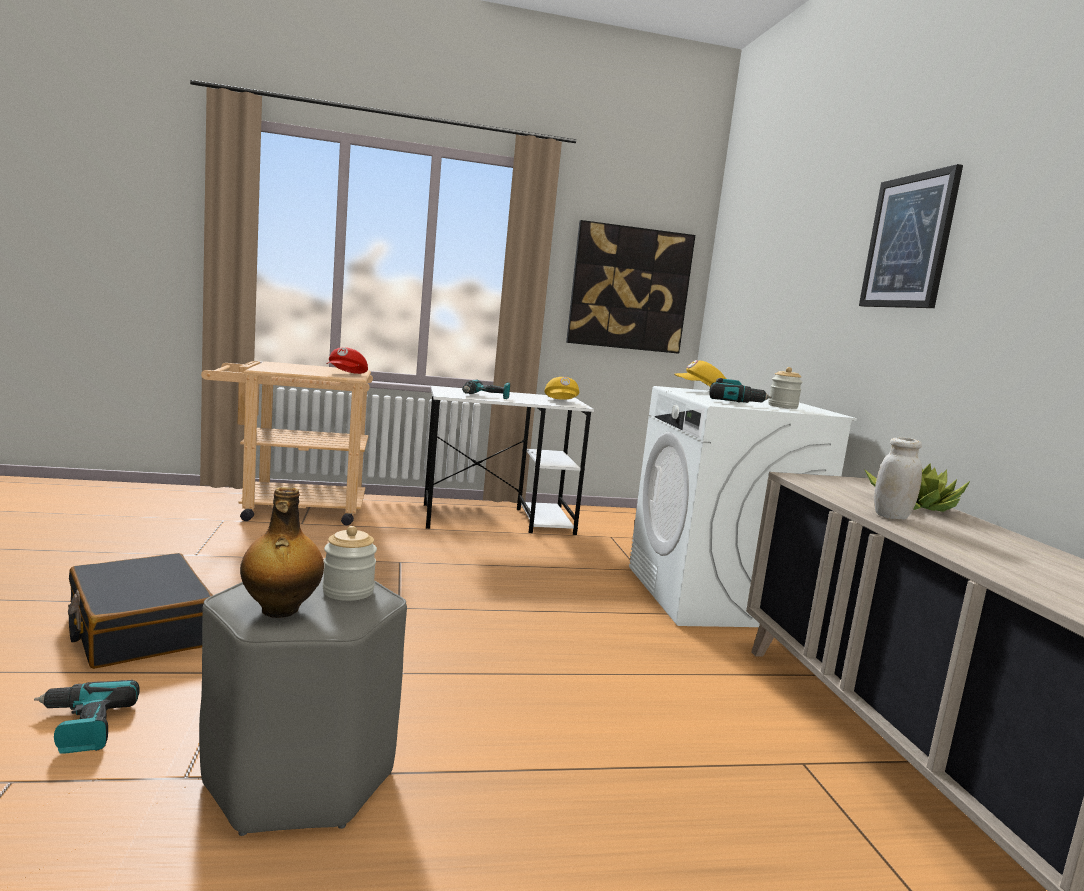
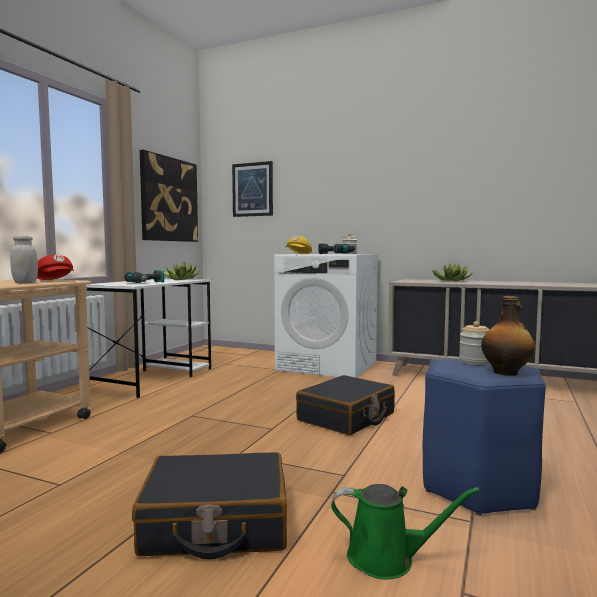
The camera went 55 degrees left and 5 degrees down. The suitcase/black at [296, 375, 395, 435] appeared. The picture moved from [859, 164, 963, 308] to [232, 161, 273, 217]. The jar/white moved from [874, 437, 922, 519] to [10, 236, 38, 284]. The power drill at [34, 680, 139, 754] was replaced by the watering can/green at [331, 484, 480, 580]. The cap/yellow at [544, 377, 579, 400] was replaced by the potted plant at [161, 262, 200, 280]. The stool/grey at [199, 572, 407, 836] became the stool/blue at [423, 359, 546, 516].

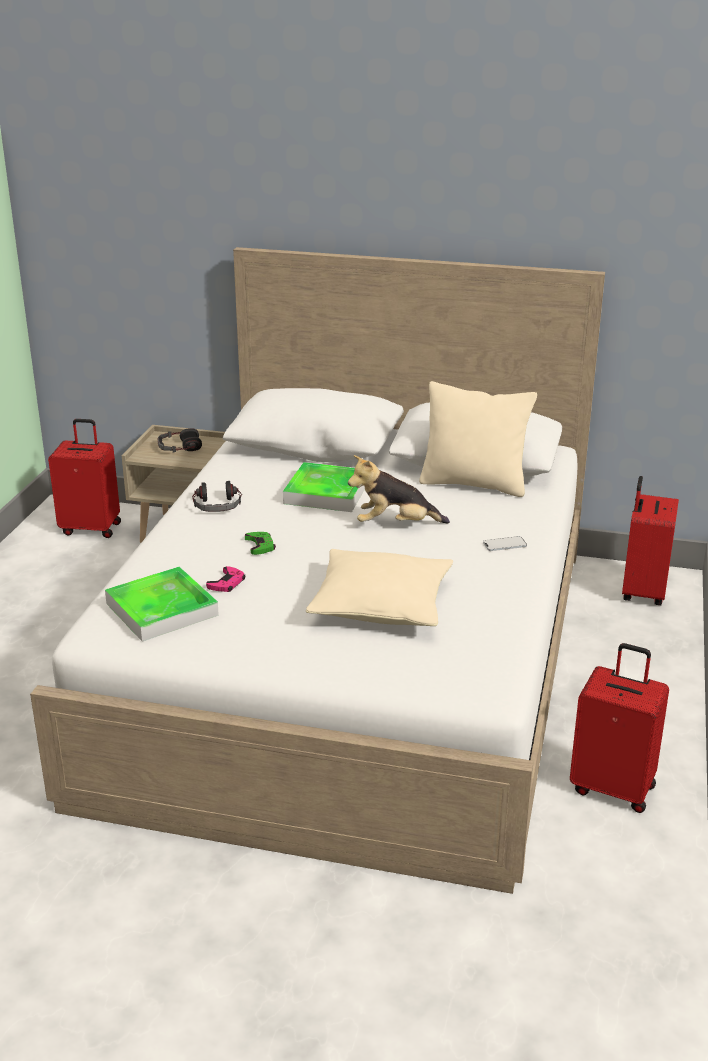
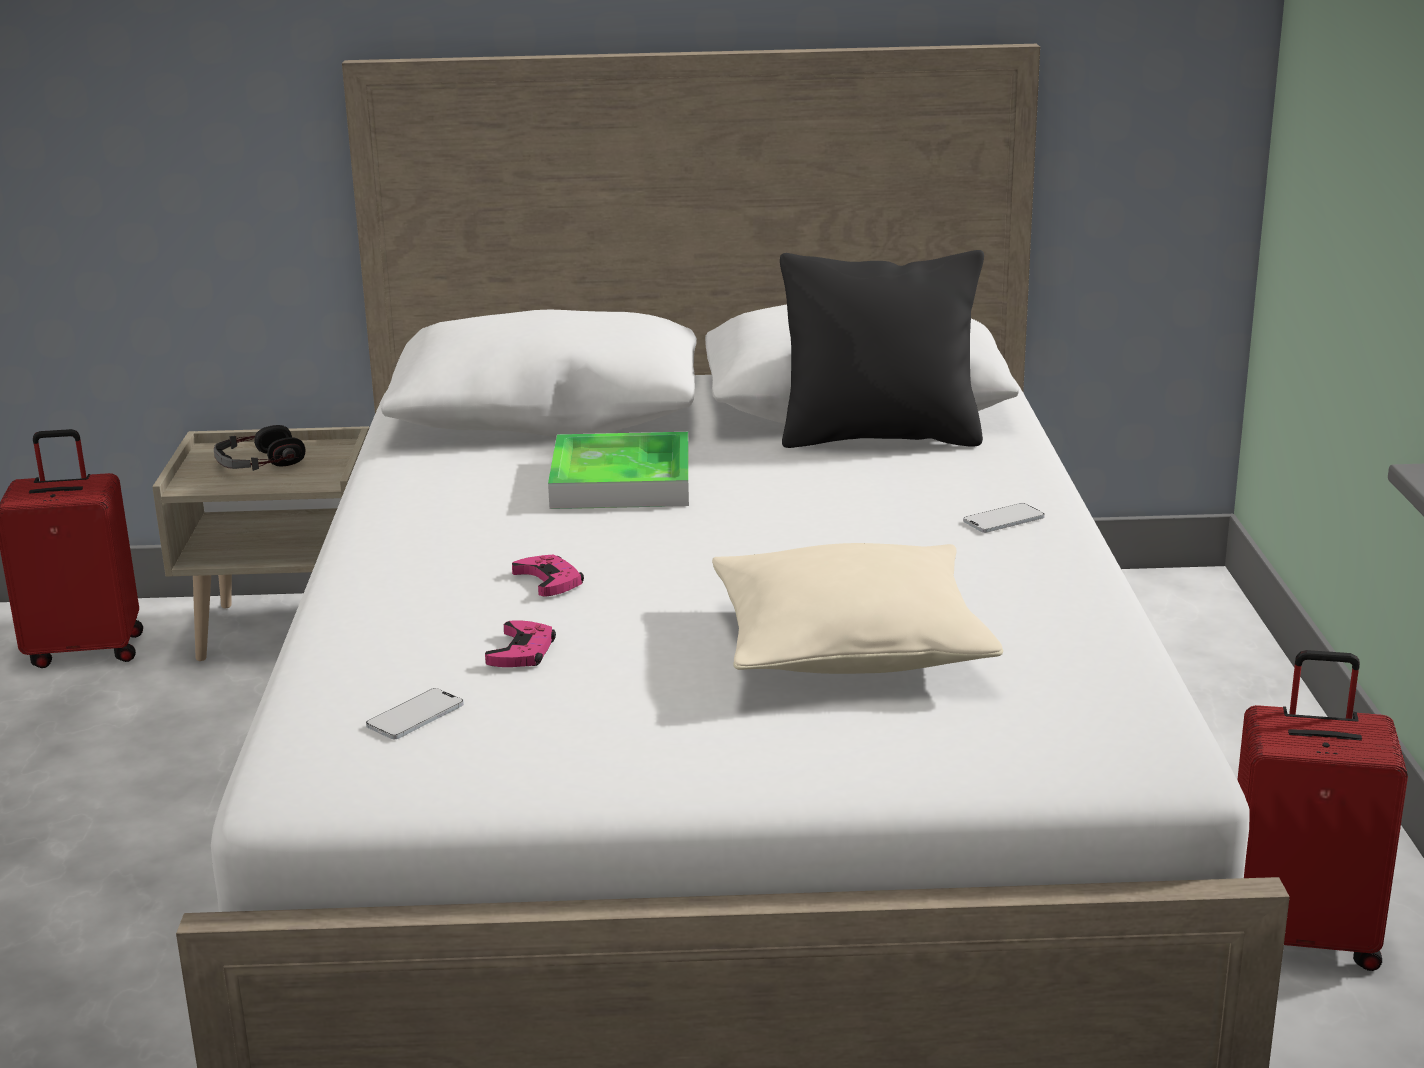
The camera went 15 degrees left and 5 degrees down. The headphones at [192, 481, 242, 512] disappeared. The plush toy at [348, 455, 450, 524] disappeared. The suitcase/red at [622, 476, 679, 605] disappeared. The tray at [105, 567, 219, 642] was replaced by the phone at [366, 688, 464, 739]. The game controller/green at [245, 532, 276, 555] became the game controller/pink at [512, 555, 584, 597]. The pillow/beige at [419, 381, 537, 497] became the pillow/black at [780, 250, 984, 448].

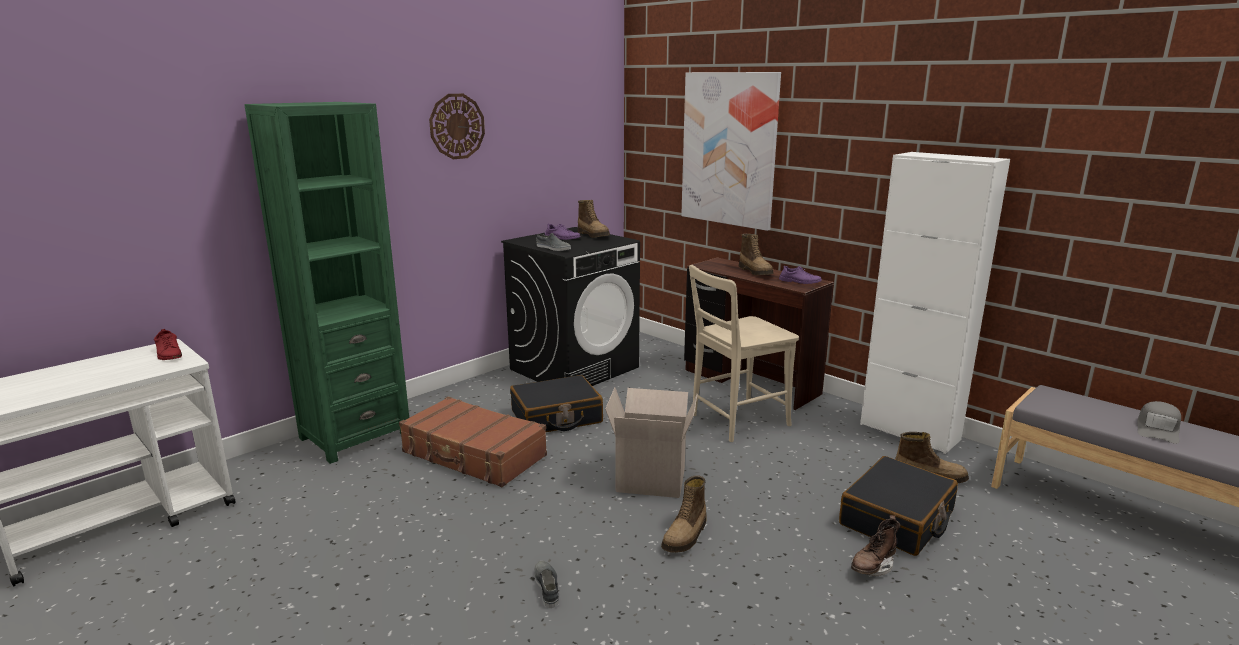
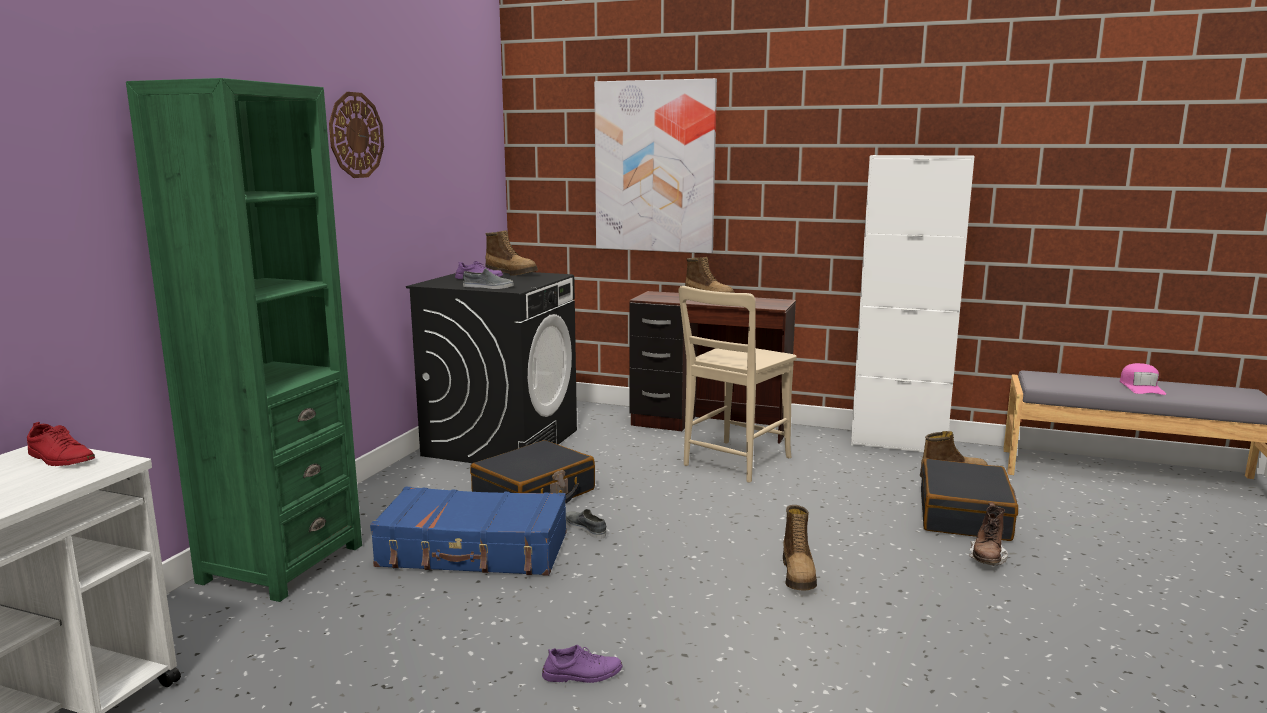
The camera went 25 degrees left and 5 degrees down. The cardboard box at [605, 388, 698, 498] disappeared. The shoe/grey moved from [534, 561, 559, 608] to [566, 509, 606, 539]. The shoe/purple moved from [779, 266, 822, 284] to [542, 645, 622, 683]. The suitcase/brown at [399, 397, 547, 487] became the suitcase/blue at [370, 487, 567, 576]. The cap/grey at [1137, 401, 1181, 444] became the cap/pink at [1120, 363, 1166, 395].

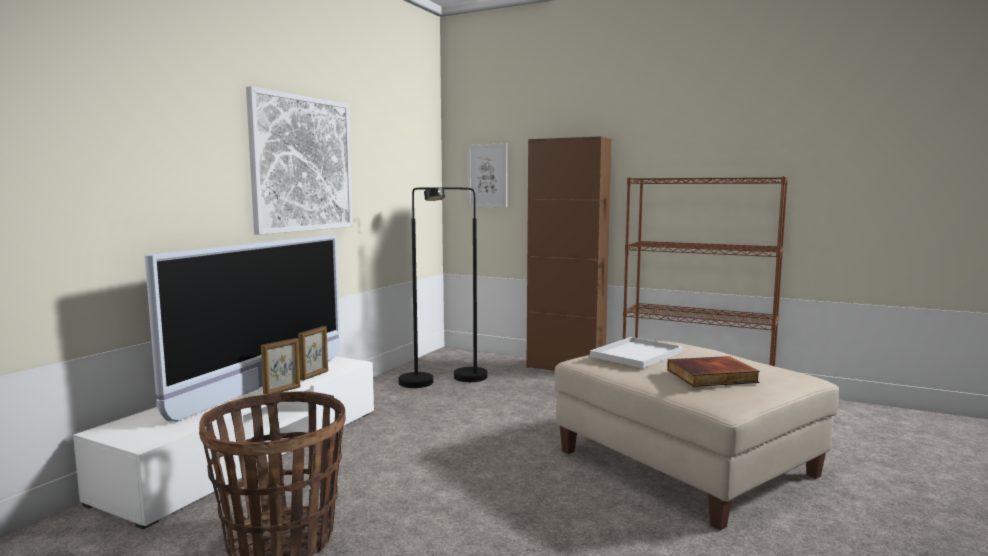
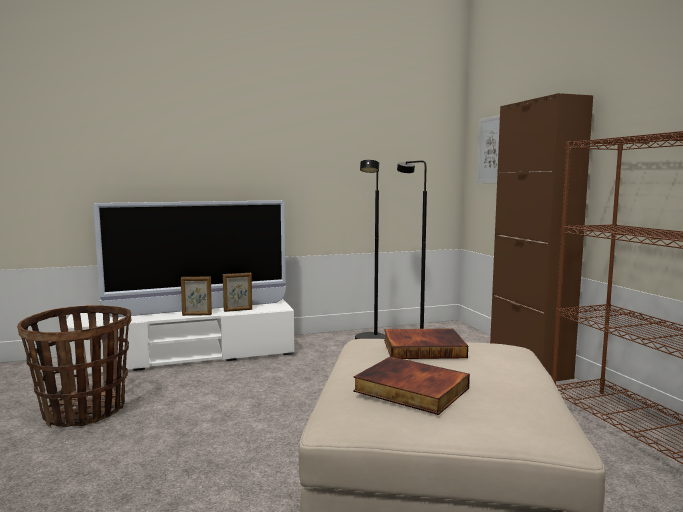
The camera went 45 degrees right and 0 degrees up. The picture at [246, 86, 353, 235] disappeared. The tray/white at [590, 337, 683, 368] was replaced by the book at [384, 328, 468, 359].

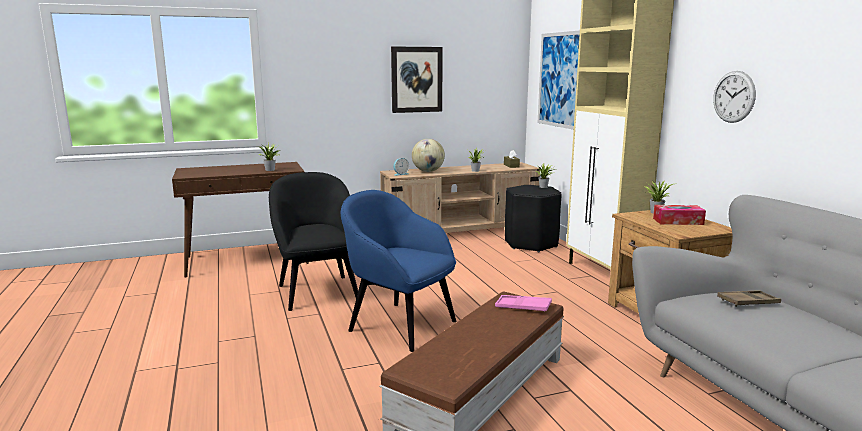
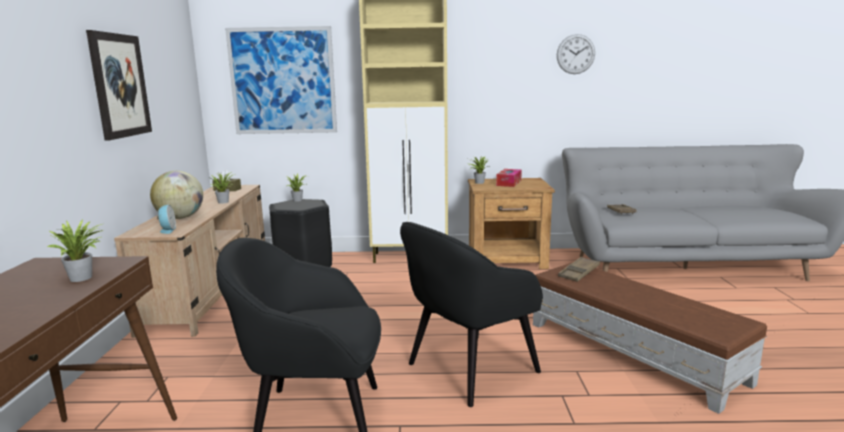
The camera went 70 degrees left and 0 degrees up. The wall clock moved from [713, 71, 756, 123] to [557, 34, 595, 74]. The armchair/blue at [341, 190, 456, 352] became the armchair/black at [400, 222, 543, 407]. The tray/pink at [495, 295, 552, 312] became the tray/brown at [558, 257, 600, 282].

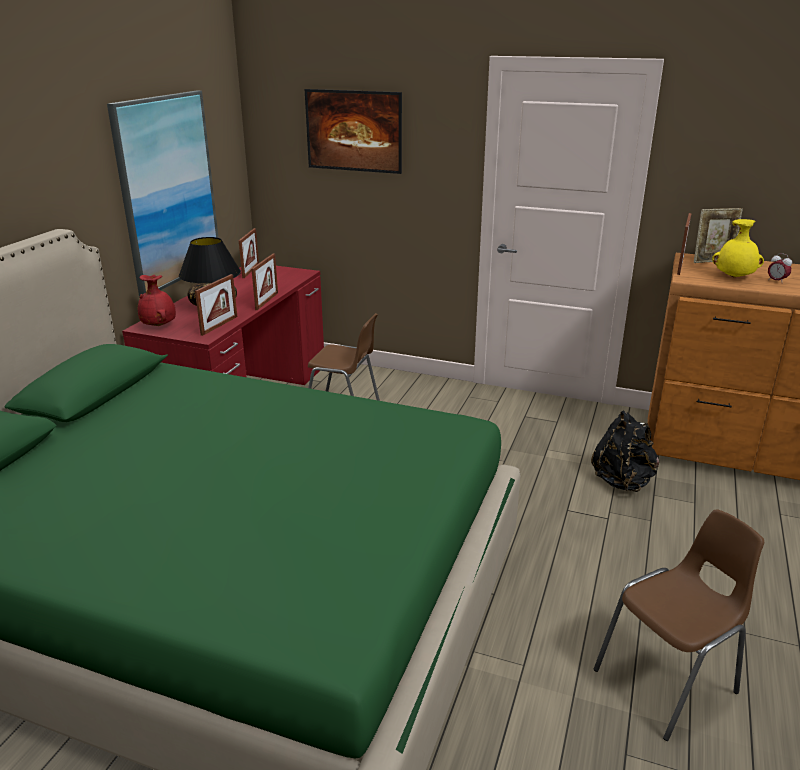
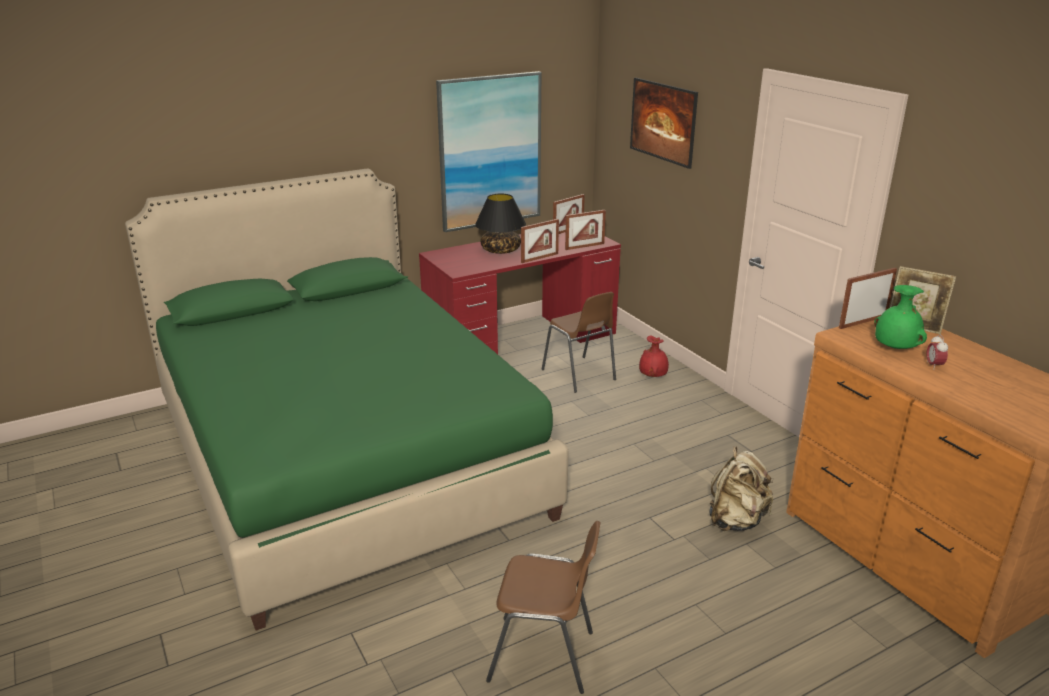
The camera went 40 degrees right and 0 degrees up. The vase/red moved from [138, 275, 176, 326] to [639, 335, 669, 377]. The picture frame moved from [195, 274, 237, 336] to [565, 210, 606, 250]. The backpack/black at [591, 410, 660, 492] became the backpack/beige at [709, 447, 773, 531]. The vase/yellow at [712, 219, 764, 277] became the vase/green at [874, 285, 927, 349].

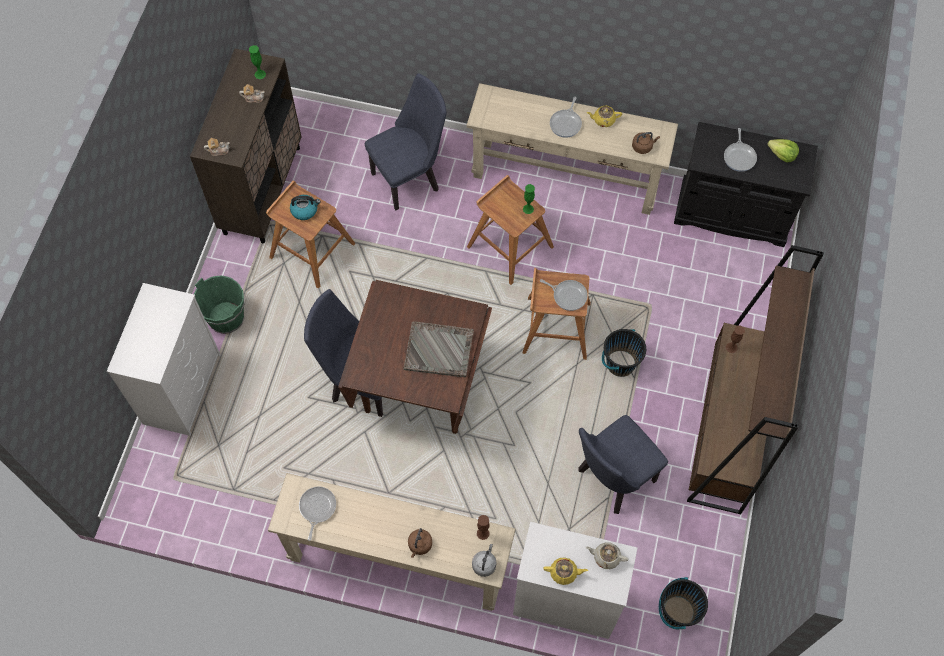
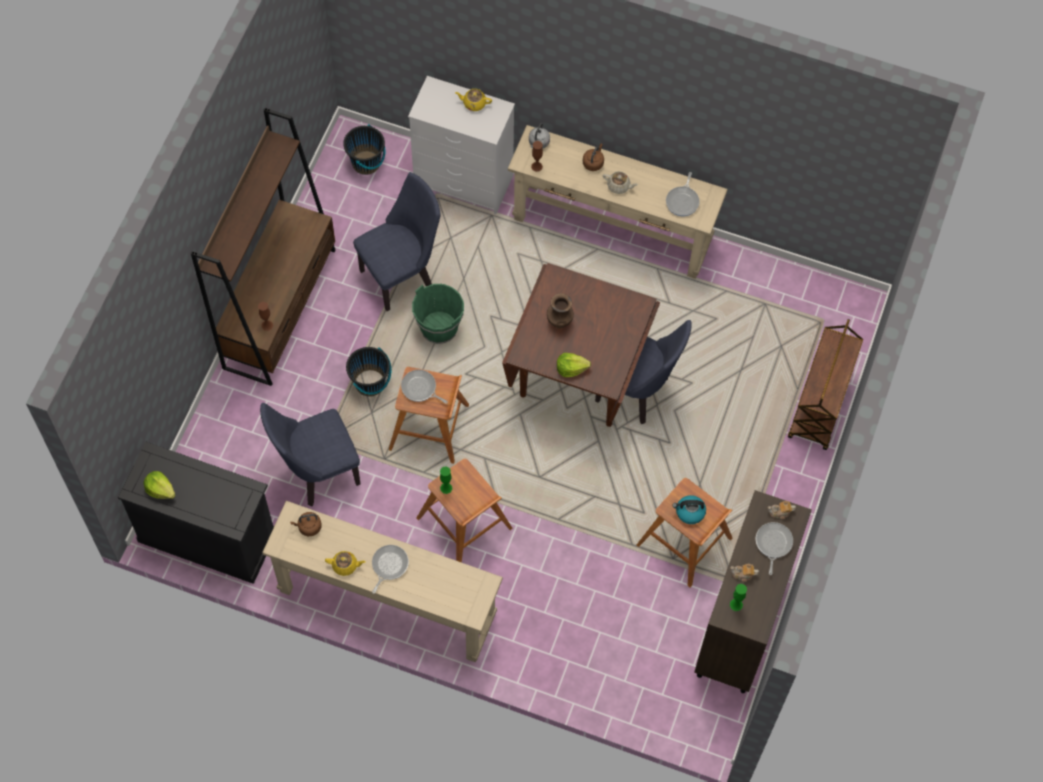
The camera went 175 degrees left and 0 degrees up. The lettuce at [557, 353, 591, 377] appeared. The bucket/green moved from [194, 275, 245, 334] to [412, 284, 464, 344]. The chair/blue moved from [365, 73, 447, 210] to [260, 403, 360, 506]. The teapot/beige moved from [586, 542, 629, 569] to [603, 171, 638, 194]. The frying pan moved from [724, 128, 757, 172] to [756, 522, 793, 575]. The dresser/white at [107, 283, 221, 436] was replaced by the cart/brown at [788, 319, 863, 450]. The tray/grey at [403, 321, 474, 377] was replaced by the vase/brown at [547, 293, 574, 329].

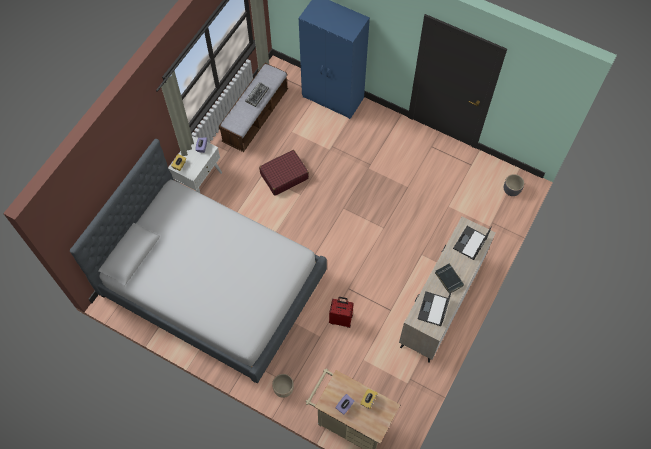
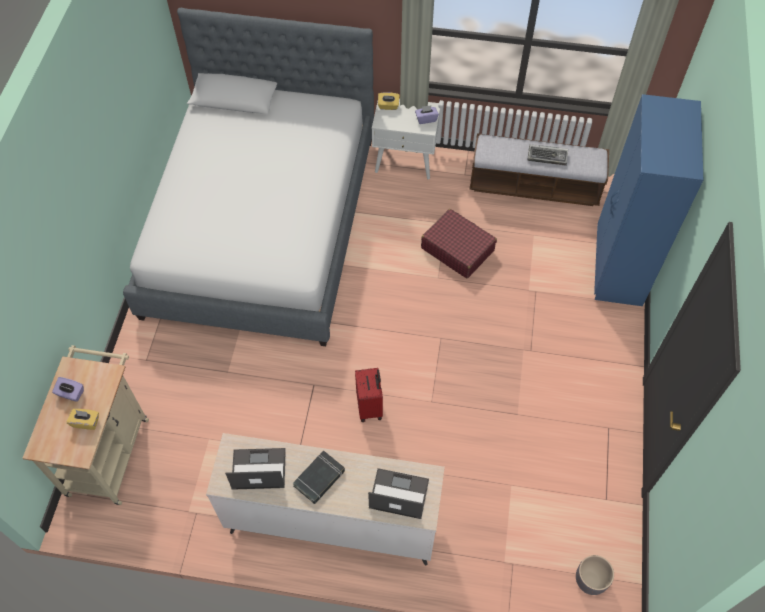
The camera went 70 degrees right and 5 degrees down. The planter/beige at [272, 374, 294, 398] disappeared. The suitcase/red moved from [329, 297, 354, 328] to [355, 368, 383, 422].

